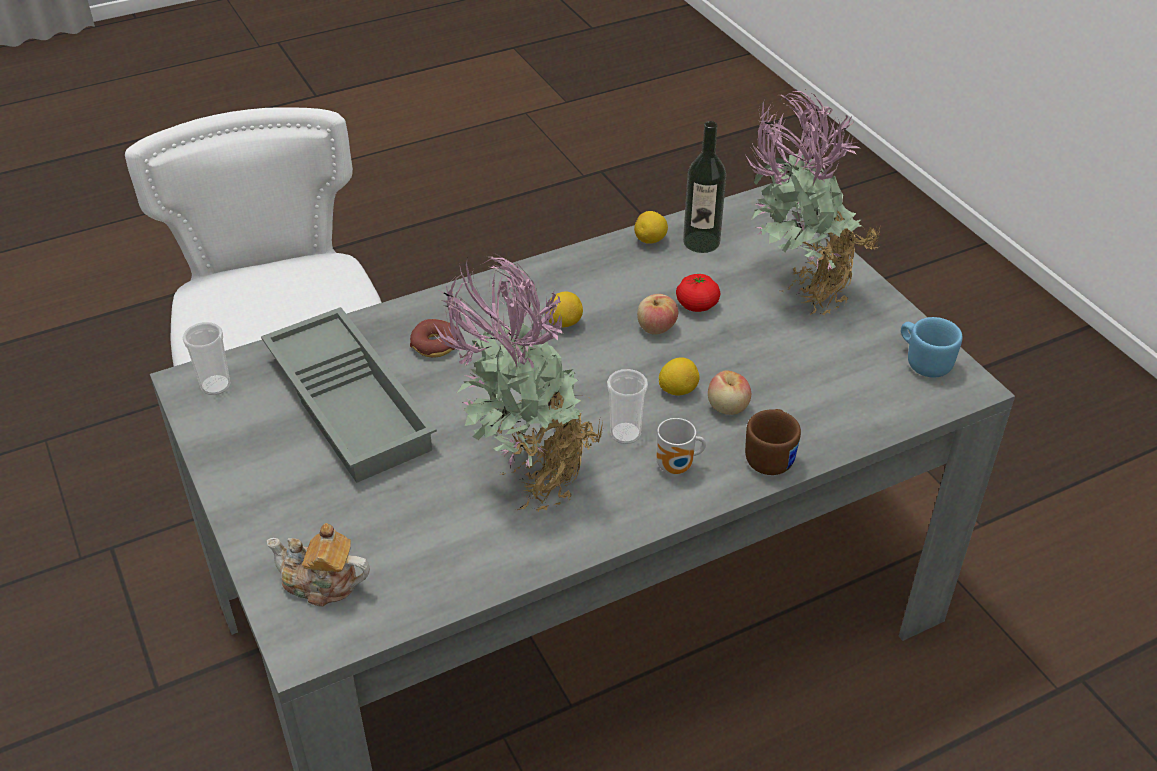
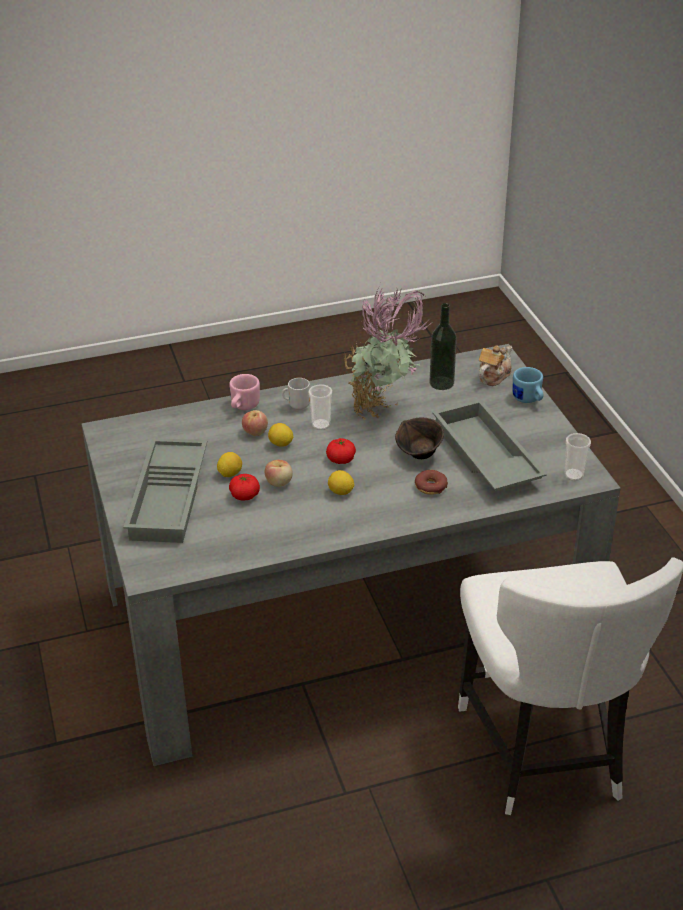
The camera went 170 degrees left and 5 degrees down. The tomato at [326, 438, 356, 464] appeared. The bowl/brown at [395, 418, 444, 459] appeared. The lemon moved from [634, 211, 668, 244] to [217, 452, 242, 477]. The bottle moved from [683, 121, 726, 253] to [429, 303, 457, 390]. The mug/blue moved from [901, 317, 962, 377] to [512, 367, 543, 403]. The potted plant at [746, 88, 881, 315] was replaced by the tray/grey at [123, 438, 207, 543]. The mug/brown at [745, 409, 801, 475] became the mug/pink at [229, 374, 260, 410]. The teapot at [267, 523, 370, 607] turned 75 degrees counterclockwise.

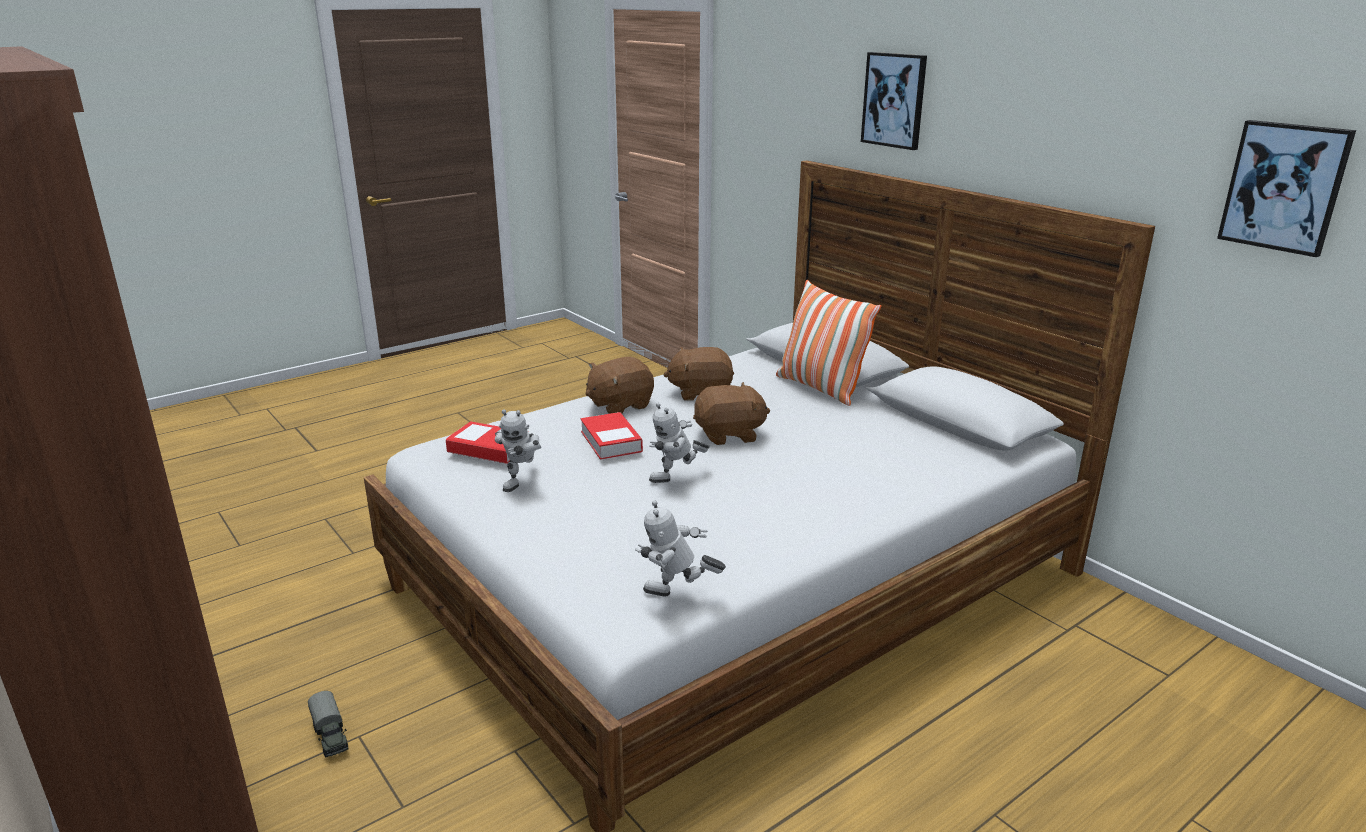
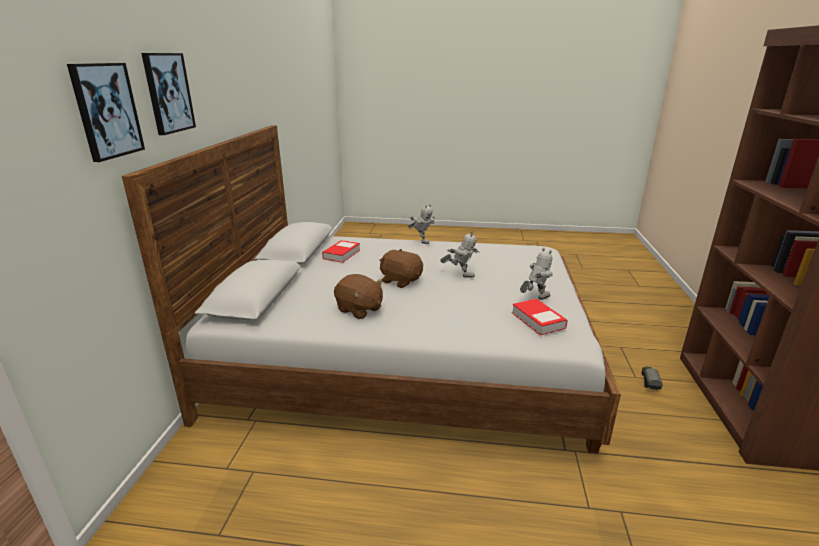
The camera went 135 degrees left and 0 degrees up. The plush toy/brown at [585, 357, 654, 414] disappeared. The pillow at [776, 280, 881, 406] disappeared. The book moved from [580, 412, 643, 460] to [322, 240, 360, 263]. The toy robot moved from [635, 500, 726, 597] to [408, 204, 435, 244]. The picture moved from [1217, 120, 1356, 257] to [67, 63, 145, 162].

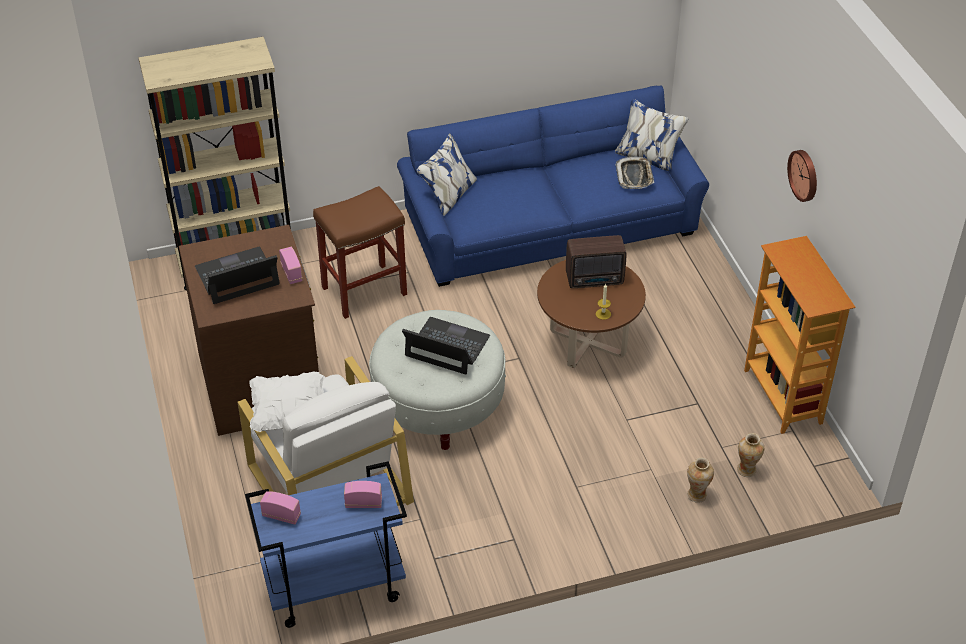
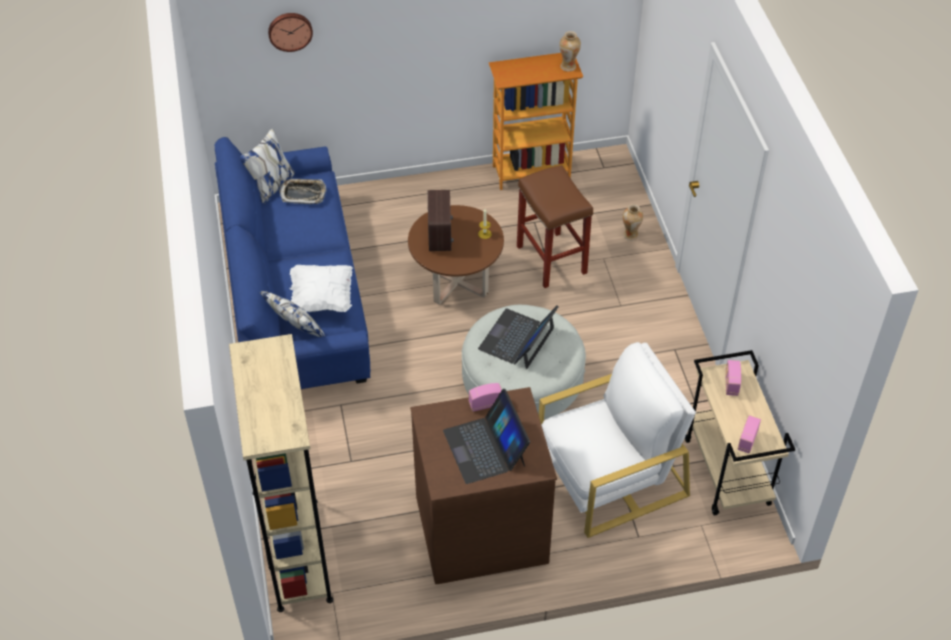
The camera went 85 degrees left and 5 degrees up. The pillow/white moved from [249, 371, 325, 432] to [289, 265, 353, 312]. The stool/brown moved from [313, 186, 407, 319] to [517, 165, 593, 288]. The vase moved from [737, 433, 764, 477] to [559, 31, 581, 72]. The wall clock moved from [787, 150, 817, 202] to [268, 13, 313, 52]. The cart/blue at [245, 461, 407, 628] became the cart/beige at [685, 350, 795, 516].

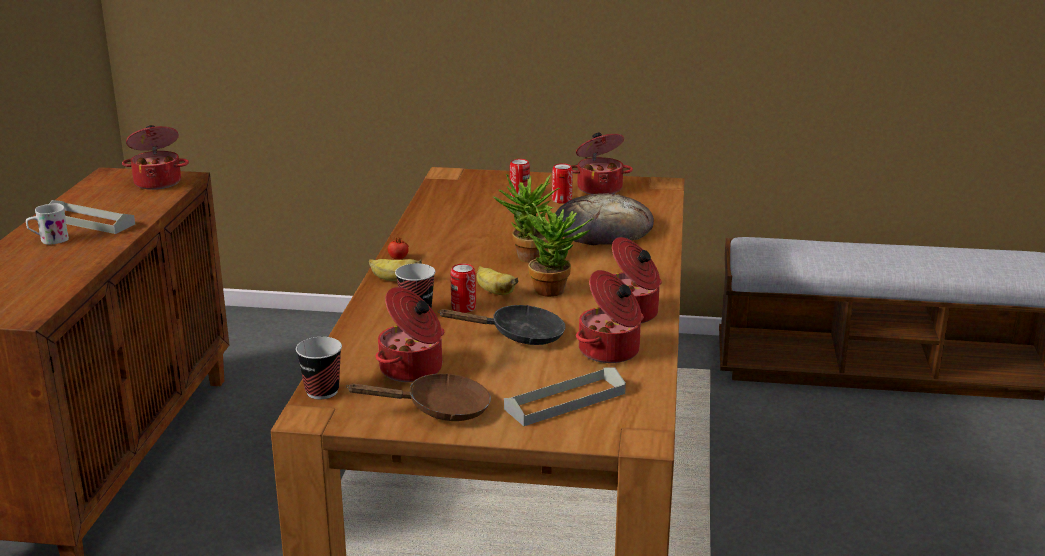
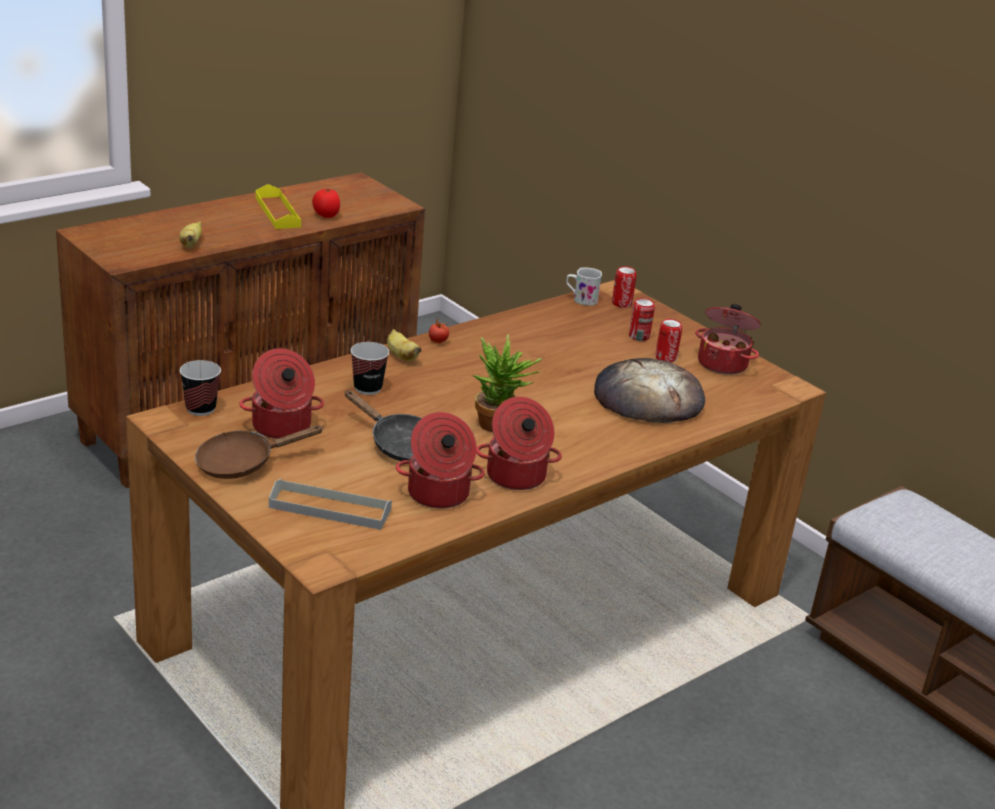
The camera went 40 degrees right and 5 degrees up. The cooking pot at [122, 125, 189, 190] disappeared. The potted plant at [493, 174, 560, 263] disappeared. The tomato at [312, 188, 340, 218] appeared. The mug/white moved from [26, 203, 69, 245] to [566, 267, 602, 306]. The can moved from [450, 264, 476, 313] to [612, 266, 637, 308]. The banana moved from [477, 266, 518, 295] to [179, 221, 202, 248]. The tray/grey at [49, 200, 135, 234] became the tray/yellow at [255, 184, 301, 229]. The frying pan/brown at [346, 373, 491, 421] turned 120 degrees clockwise.

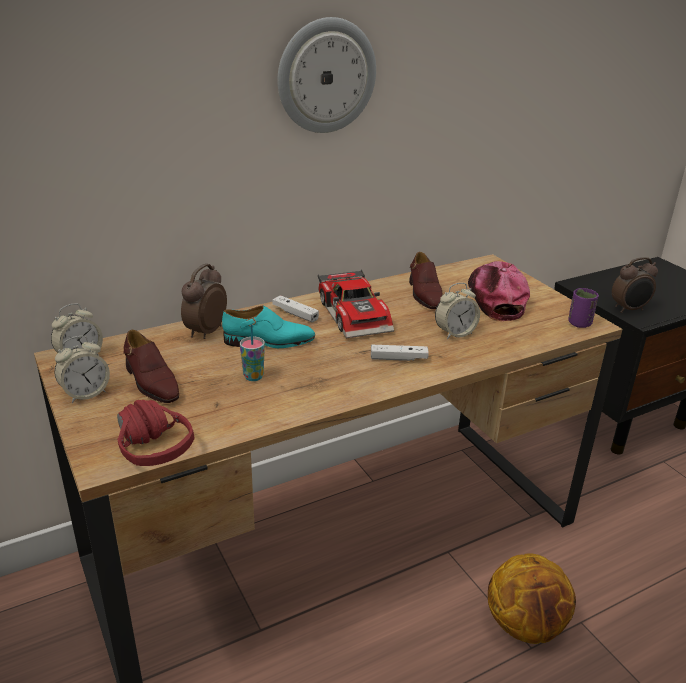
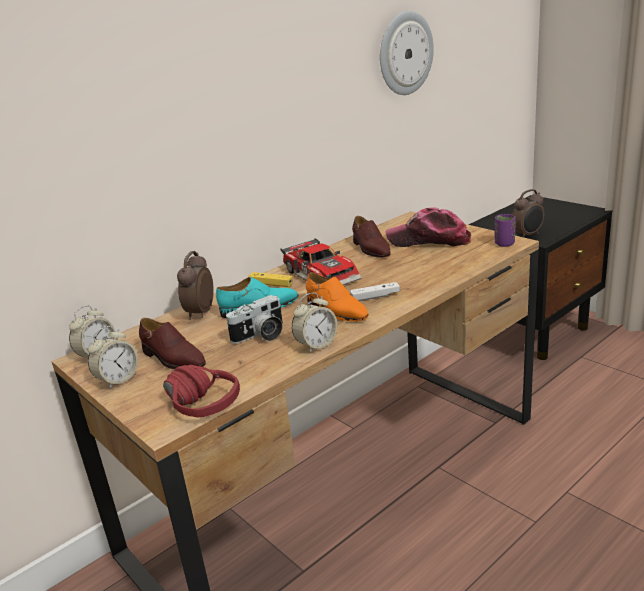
The camera went 10 degrees left and 5 degrees down. The basketball at [488, 553, 576, 644] disappeared. The shoe/orange at [306, 272, 369, 322] appeared. The wall clock moved from [277, 17, 376, 133] to [380, 11, 434, 95]. The alarm clock moved from [435, 283, 480, 339] to [292, 292, 338, 353]. The cup at [240, 324, 265, 381] was replaced by the photo camera at [226, 295, 283, 344]. The game controller/white at [273, 295, 319, 322] became the game controller/yellow at [248, 272, 293, 287]. The cap at [468, 261, 530, 321] turned 60 degrees counterclockwise.

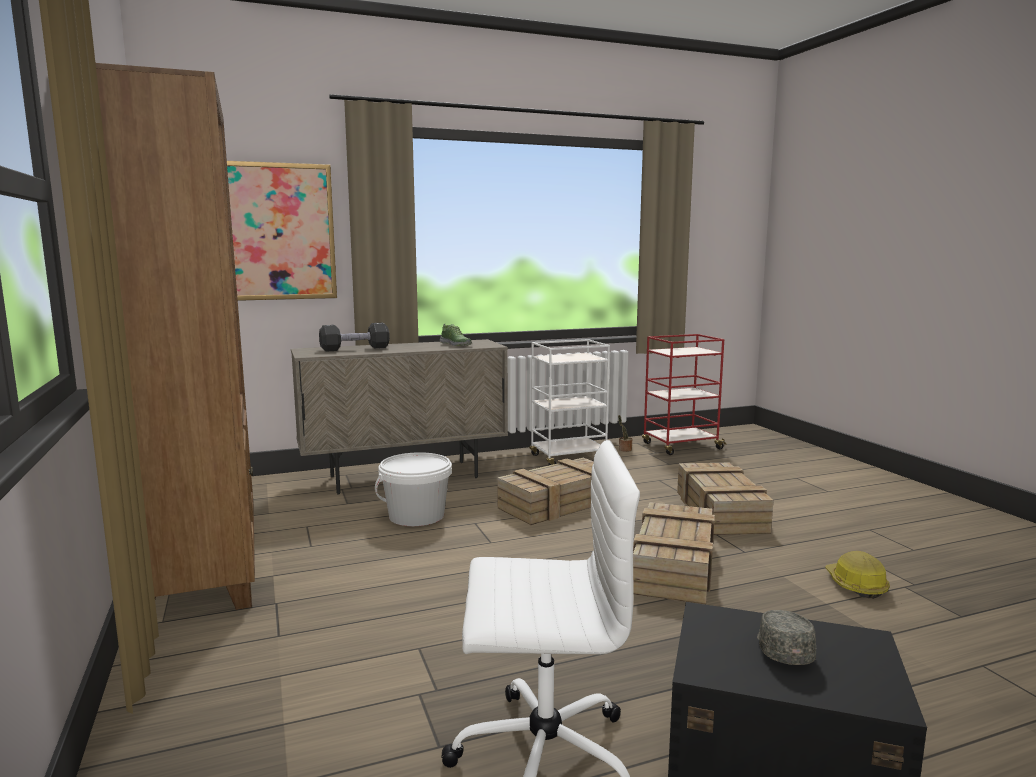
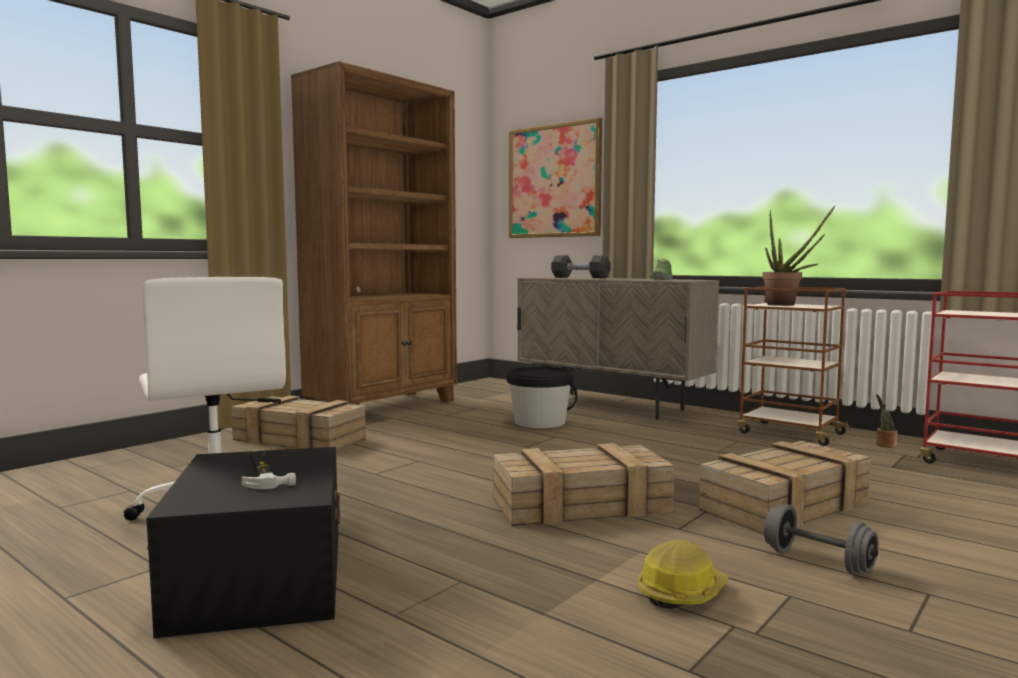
The camera went 60 degrees right and 5 degrees down. The potted plant at [762, 205, 836, 306] appeared. The dumbbell/grey at [764, 504, 878, 575] appeared. The crate moved from [497, 458, 594, 525] to [231, 395, 366, 450]. The cap/grey at [757, 610, 816, 665] was replaced by the hammer at [241, 451, 296, 489]. The bucket/white at [375, 452, 452, 527] became the bucket/black at [507, 367, 577, 429]. The cart/white at [529, 339, 610, 466] became the cart/brown at [737, 286, 851, 446].

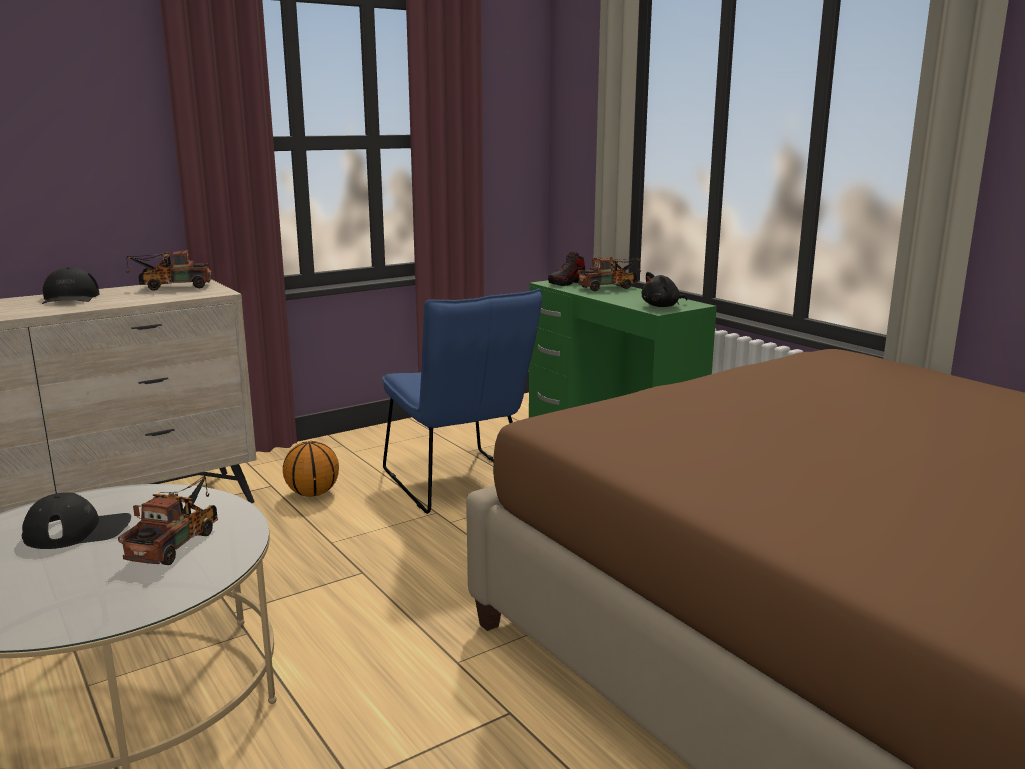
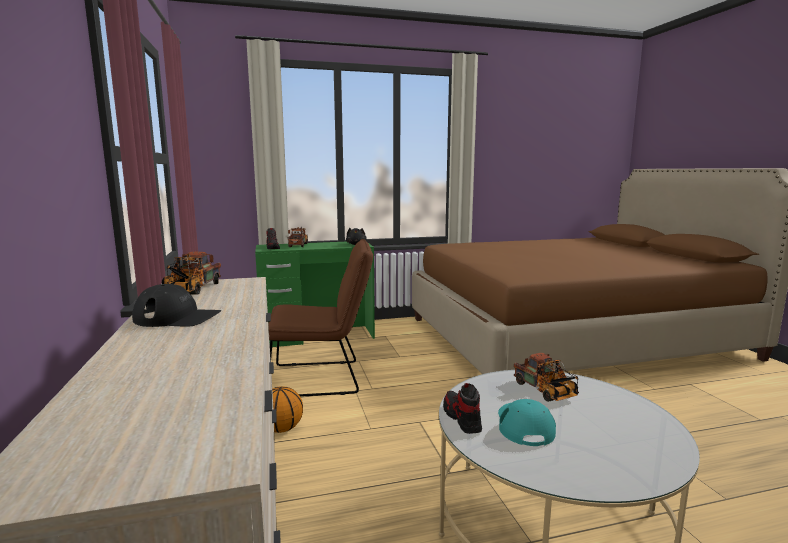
The camera went 70 degrees left and 5 degrees down. The shoe at [443, 383, 482, 434] appeared. The cap/black at [22, 492, 131, 549] became the cap/turquoise at [498, 399, 556, 446]. The chair/blue at [382, 289, 542, 514] became the chair/brown at [268, 239, 373, 397]. The toy truck at [118, 476, 218, 565] turned 150 degrees counterclockwise.

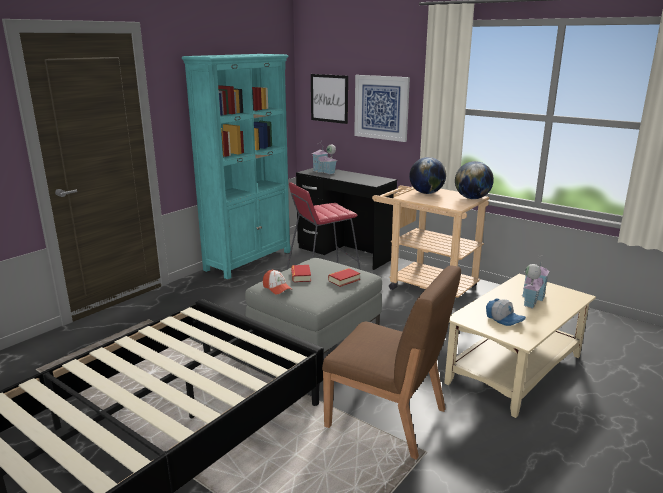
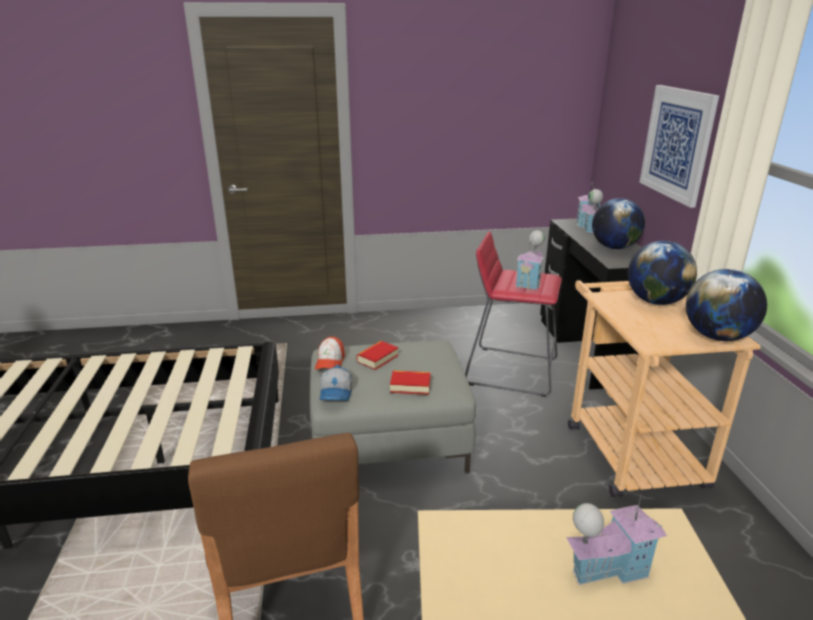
The camera went 45 degrees right and 5 degrees up. The bookcase/turquoise at [182, 54, 291, 279] disappeared. The picture at [311, 74, 348, 124] disappeared. The toy house at [515, 230, 545, 291] appeared. The globe at [592, 198, 645, 249] appeared. The cap moved from [486, 298, 526, 326] to [320, 365, 352, 401].

